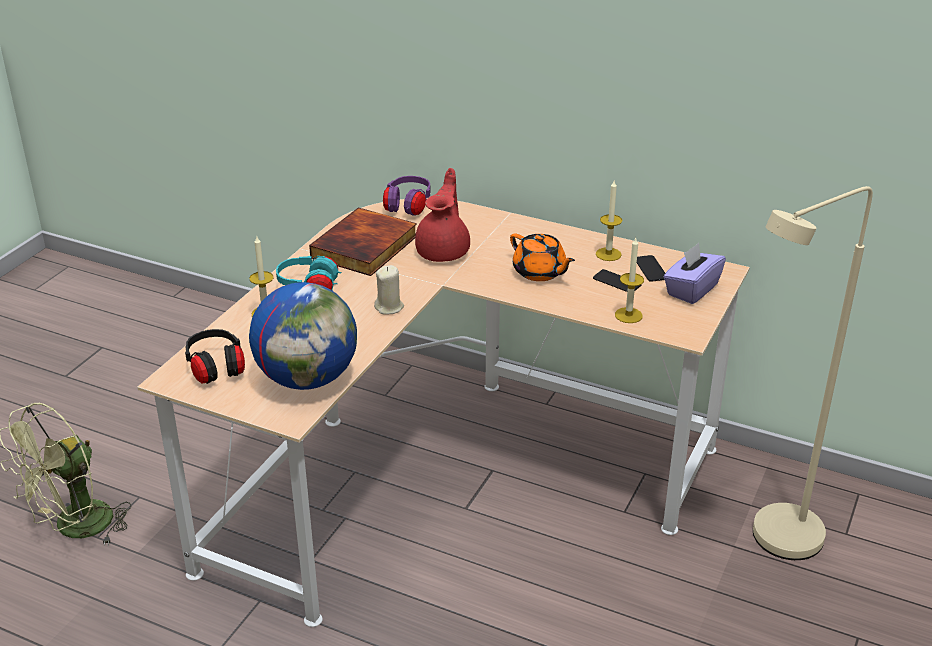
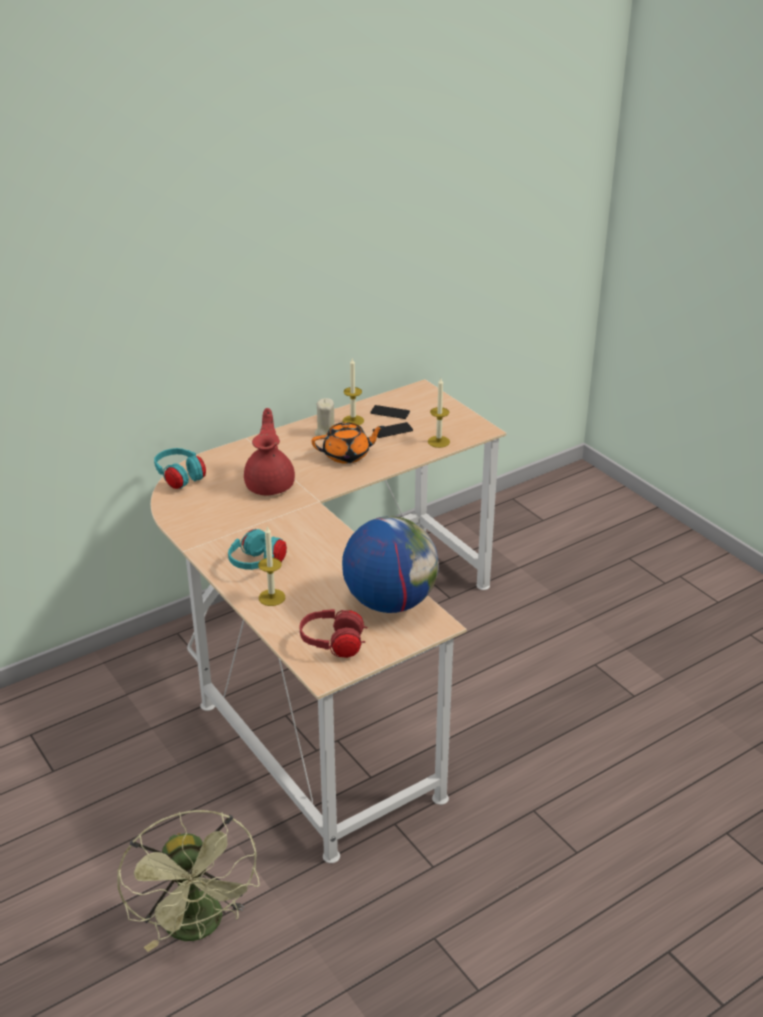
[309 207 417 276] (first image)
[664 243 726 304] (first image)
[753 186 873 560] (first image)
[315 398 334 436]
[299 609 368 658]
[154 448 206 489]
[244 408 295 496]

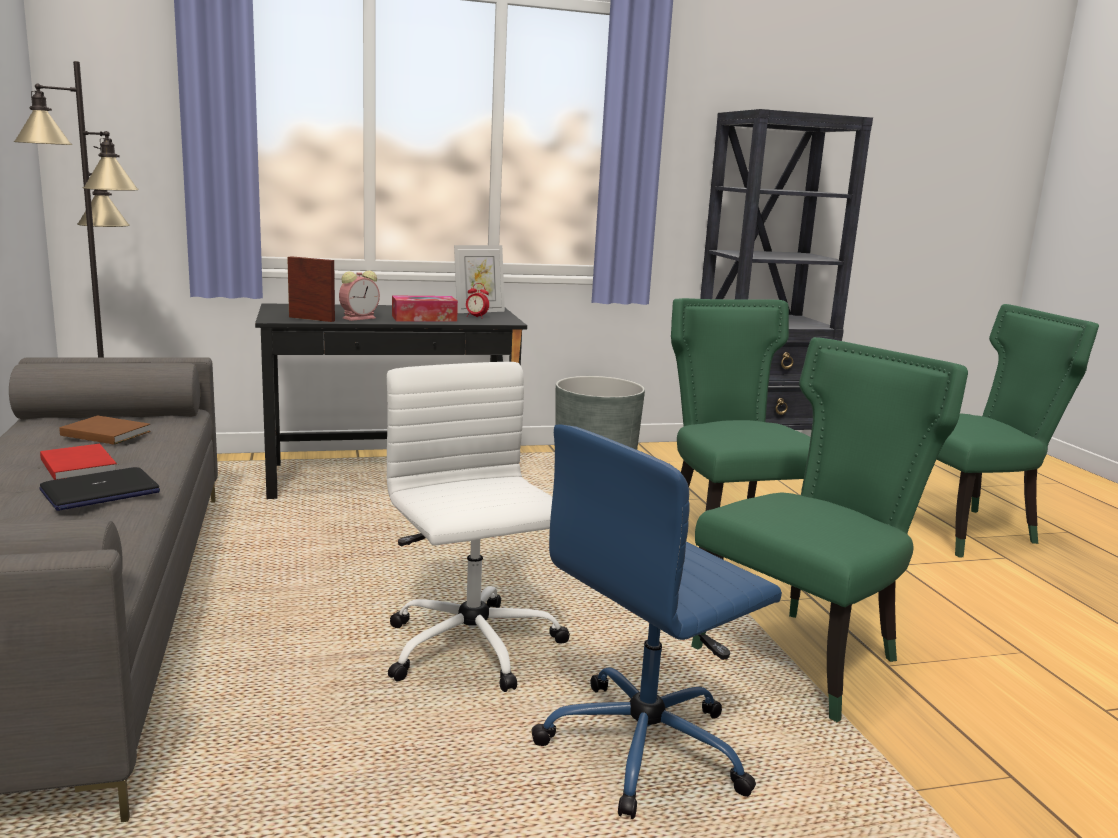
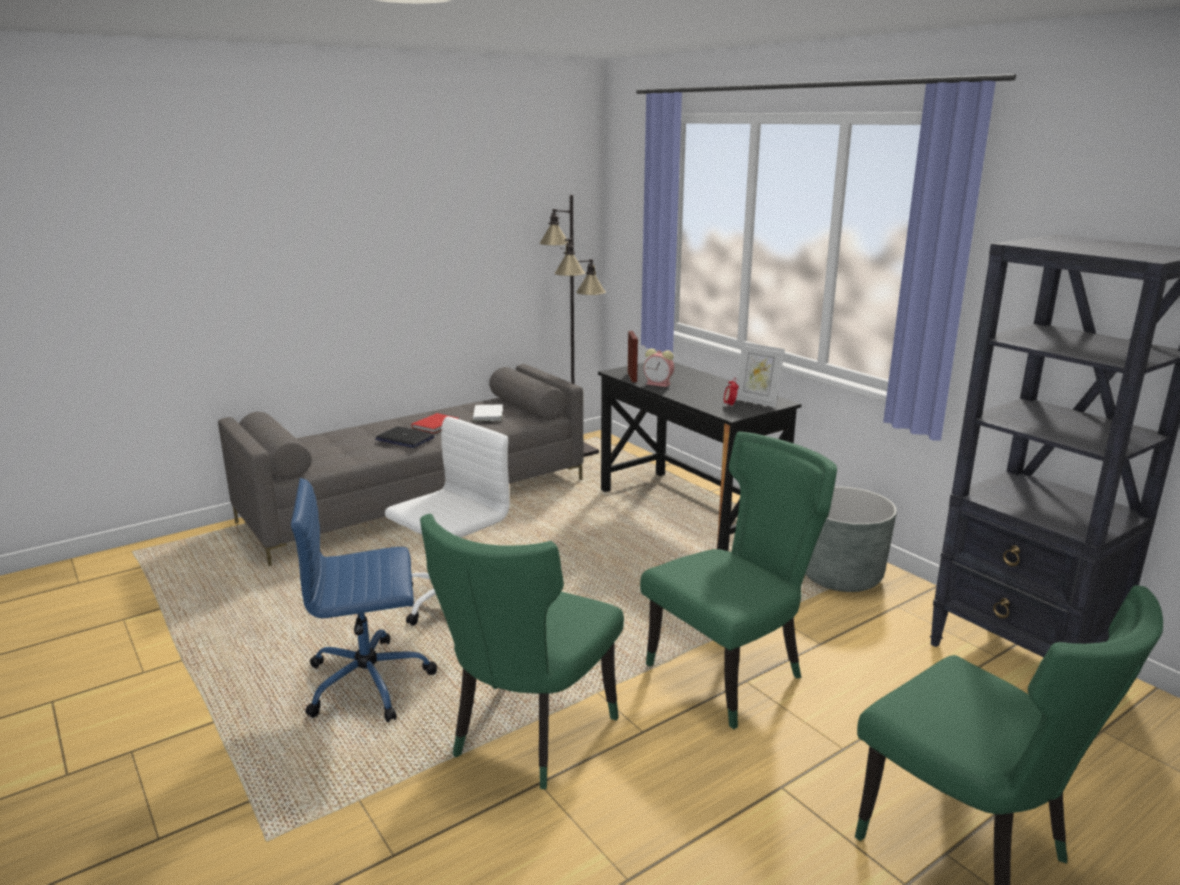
[392 295 458 322] (first image)
[473 404 503 421]
[291 478 437 723]
[420 514 624 789]

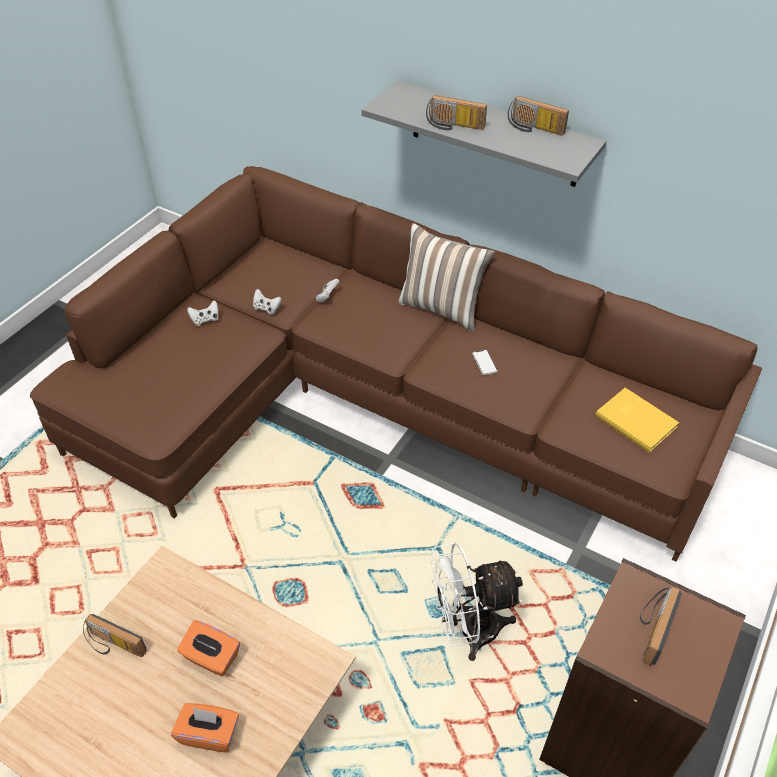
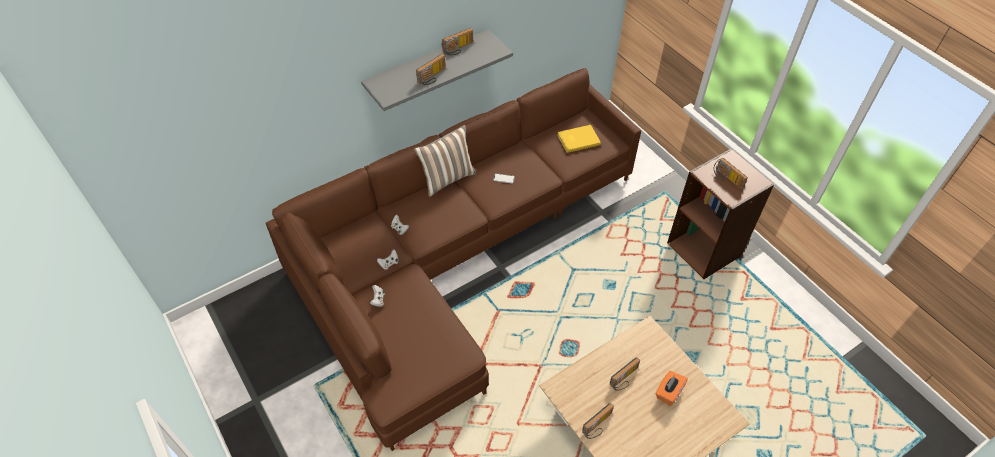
[430 542 523 661] (first image)
[610 357 640 391]

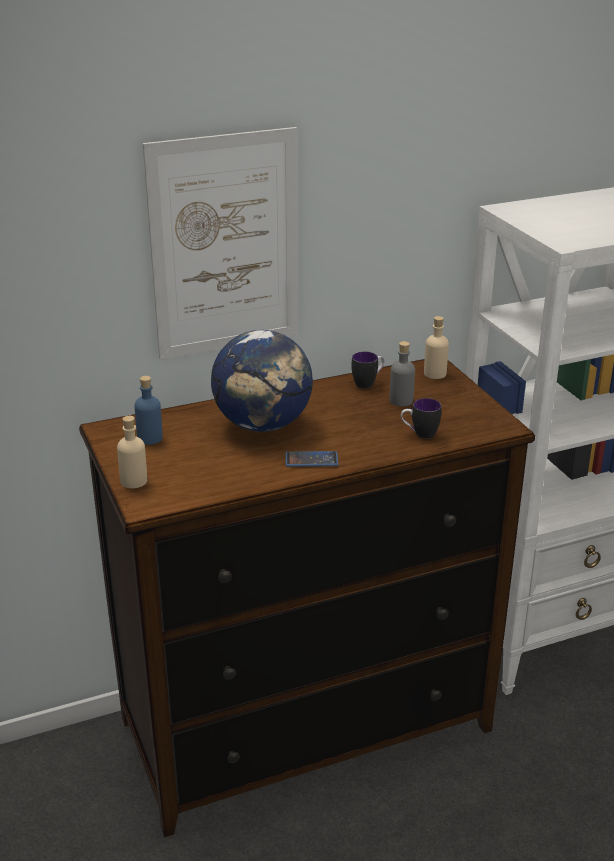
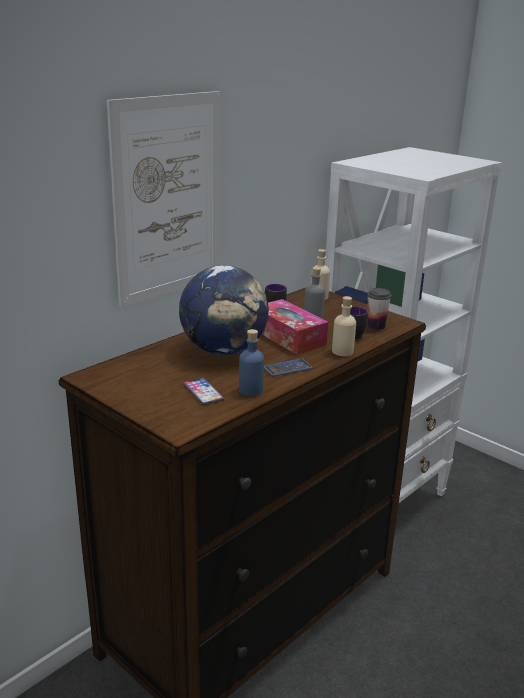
[183 378 224 405]
[262 299 328 355]
[367 288 391 330]
[332 296 356 356]
[239 329 264 396]

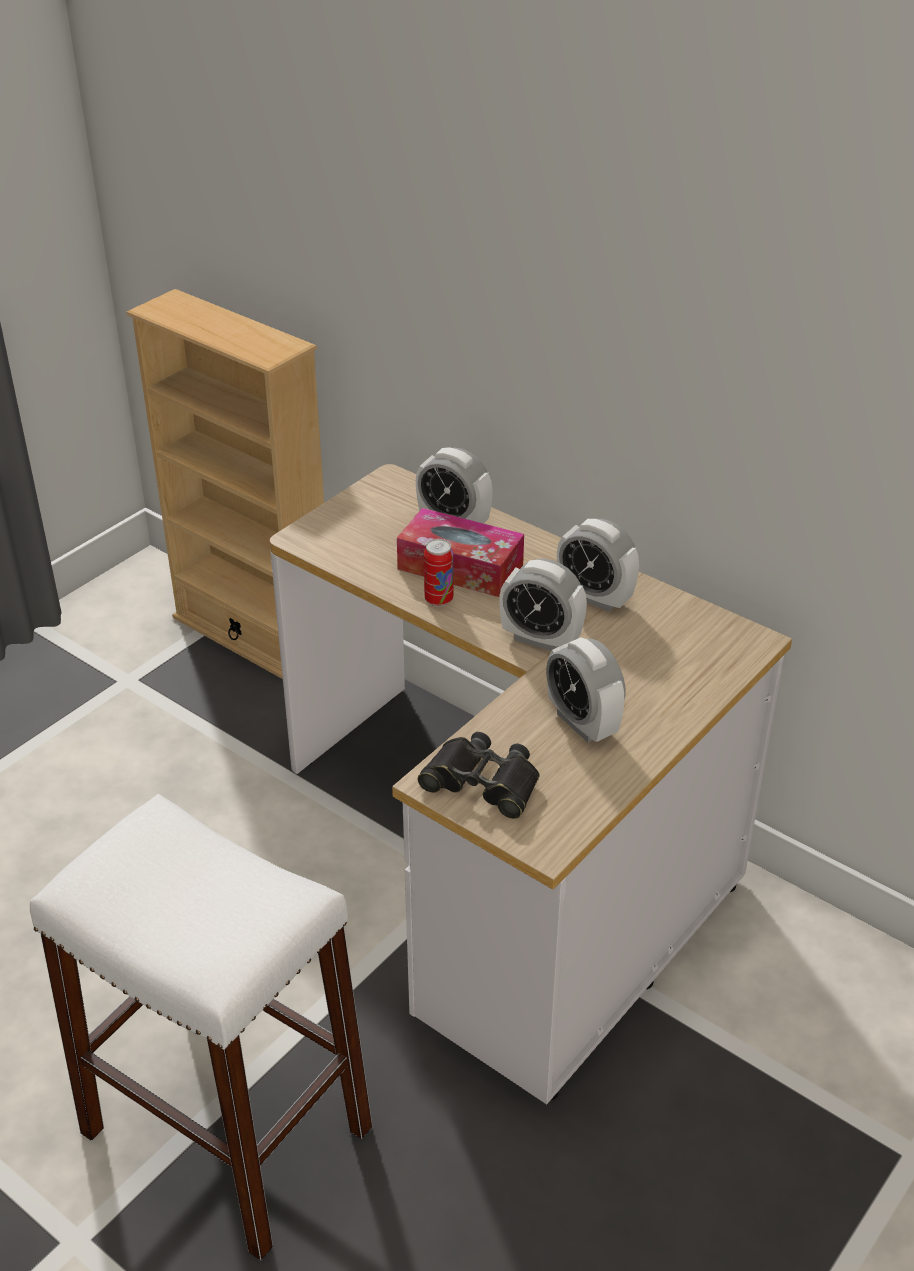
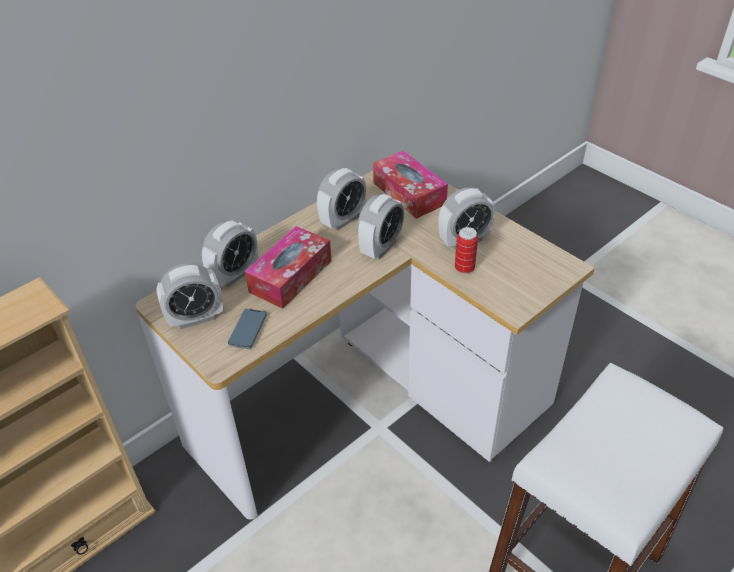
[418 732 540 819] (first image)
[156 263 223 329]
[228 309 267 349]
[373 151 448 219]
[455 227 478 274]

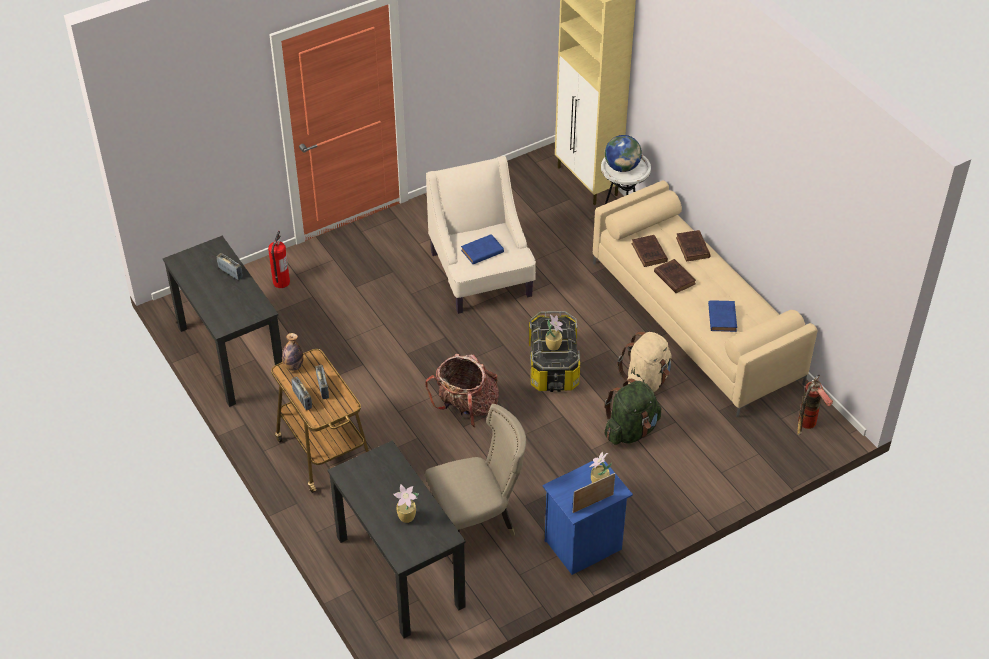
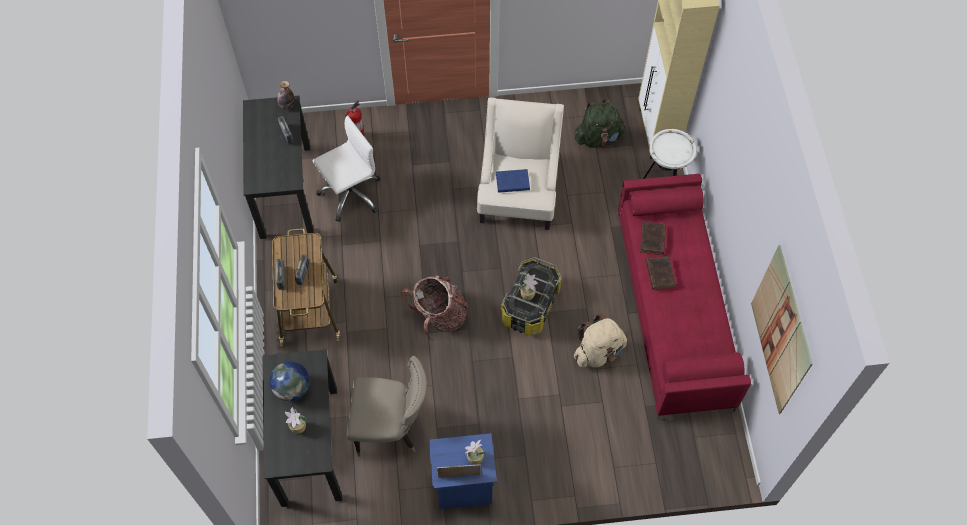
[676 230 710 261] (first image)
[708 300 737 332] (first image)
[797 375 833 436] (first image)
[313 115 380 222]
[751 245 813 414]
[277 81 295 110]
[575 99 626 148]
[269 361 310 401]
[618 174 751 420]

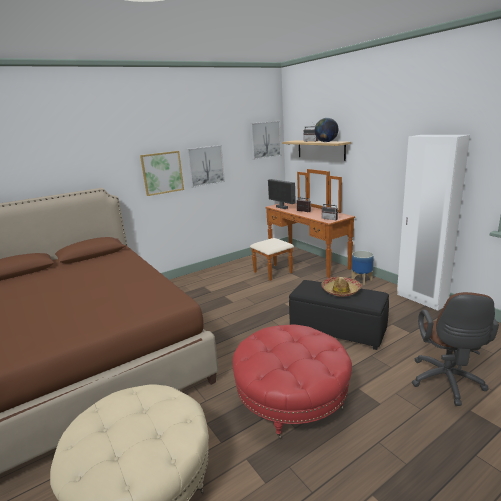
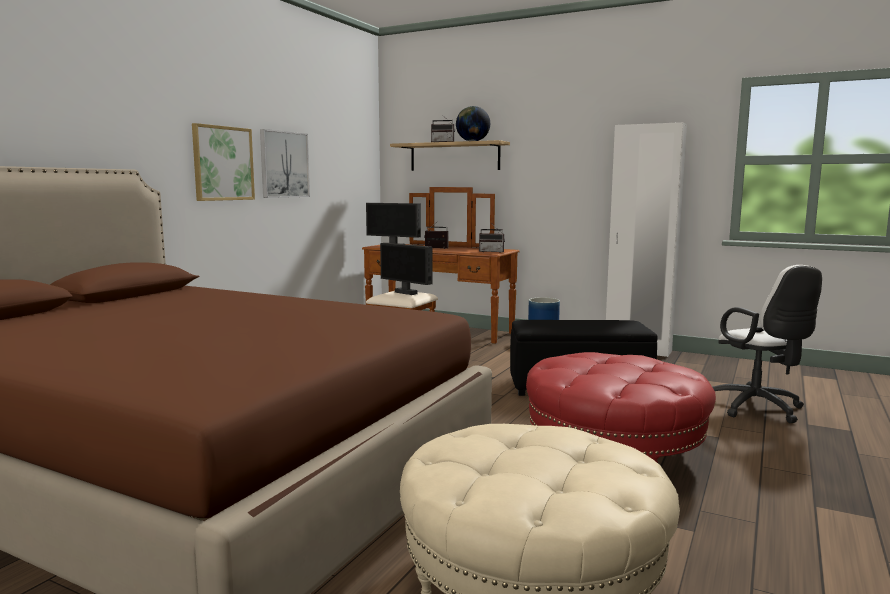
[250 121 281 160] (first image)
[321 277 361 297] (first image)
[380 243 433 295]
[712 265 822 423]

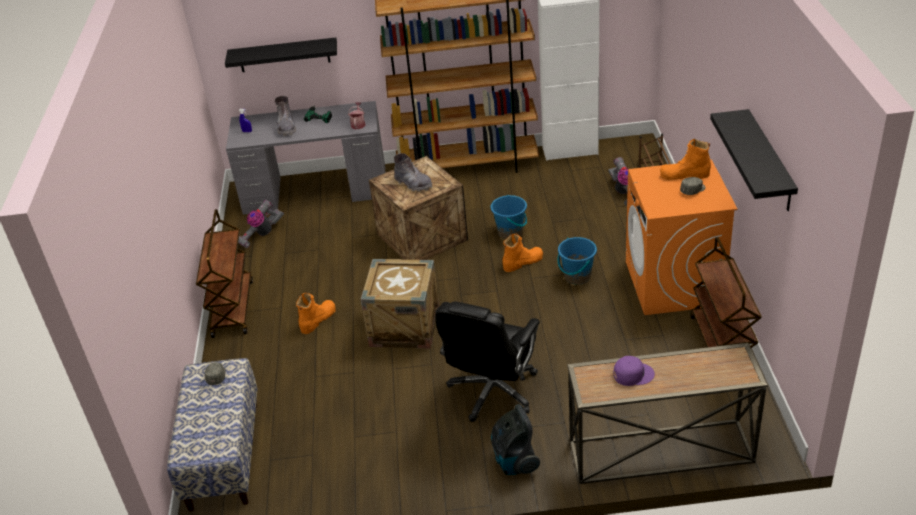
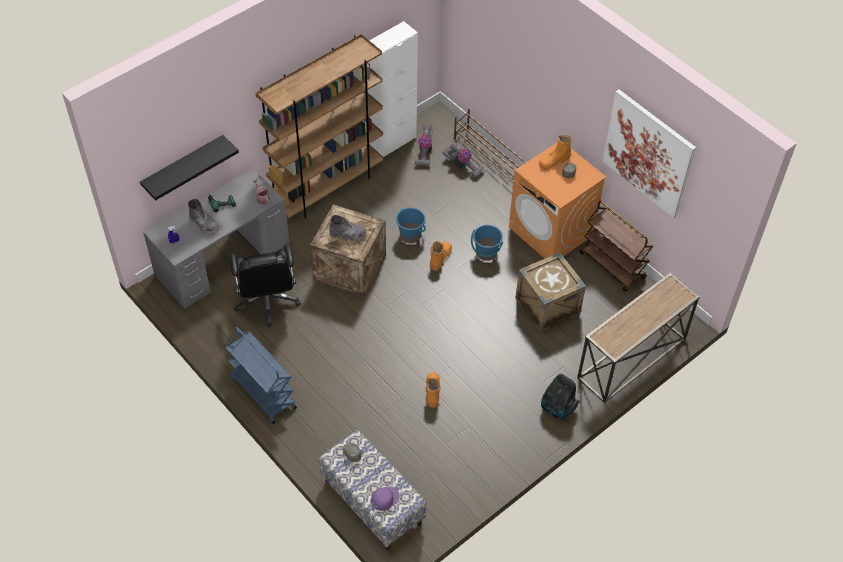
[415 125 433 166]
[426 372 441 408]
[516 252 586 332]
[229 244 301 327]
[371 486 399 511]
[602 89 696 218]
[225 326 297 424]

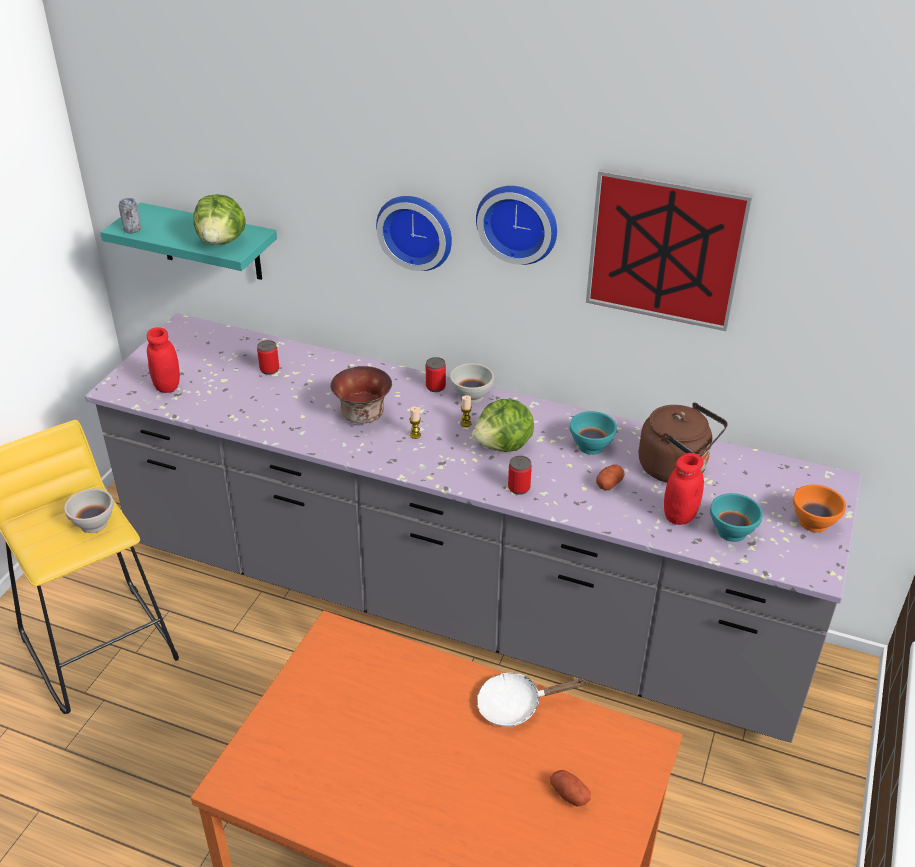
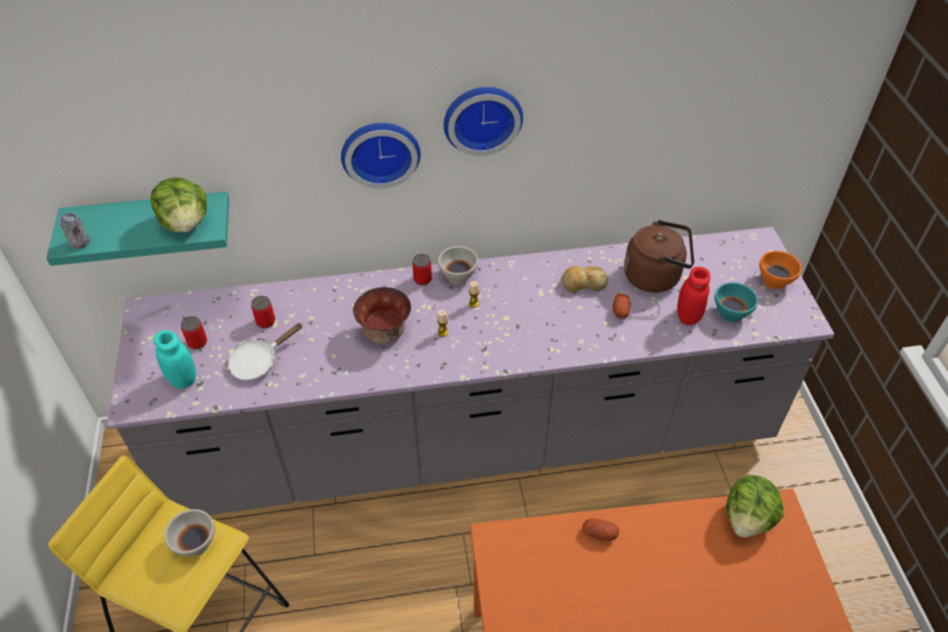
[586 169 753 331] (first image)
[726 475 784 538]
[228 323 303 380]
[181 316 207 349]
[583 518 619 541]
[561 266 608 292]
[153 330 196 389]

